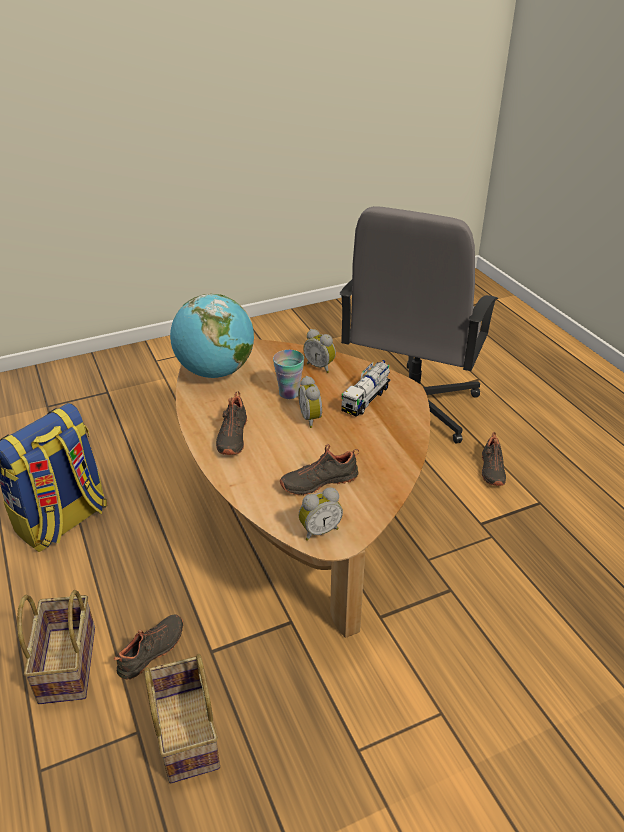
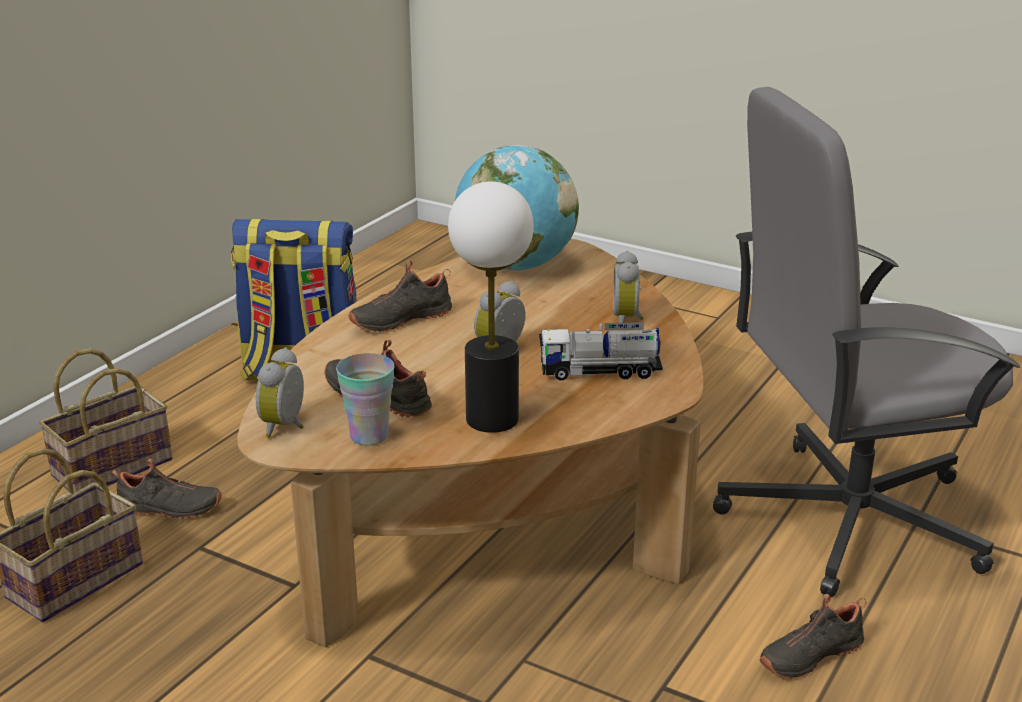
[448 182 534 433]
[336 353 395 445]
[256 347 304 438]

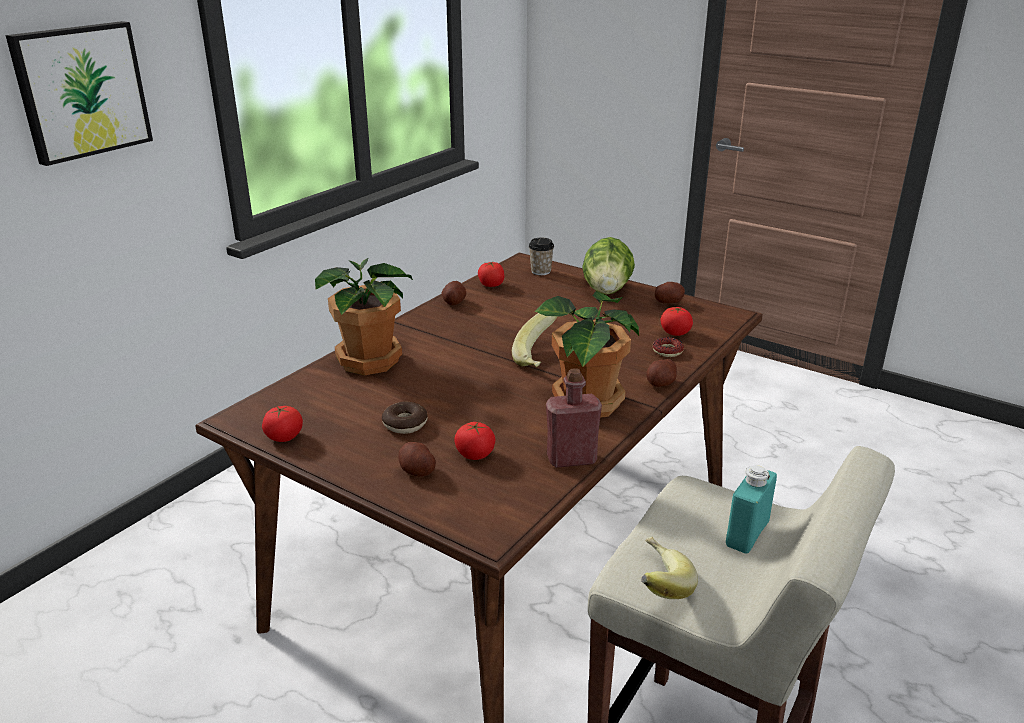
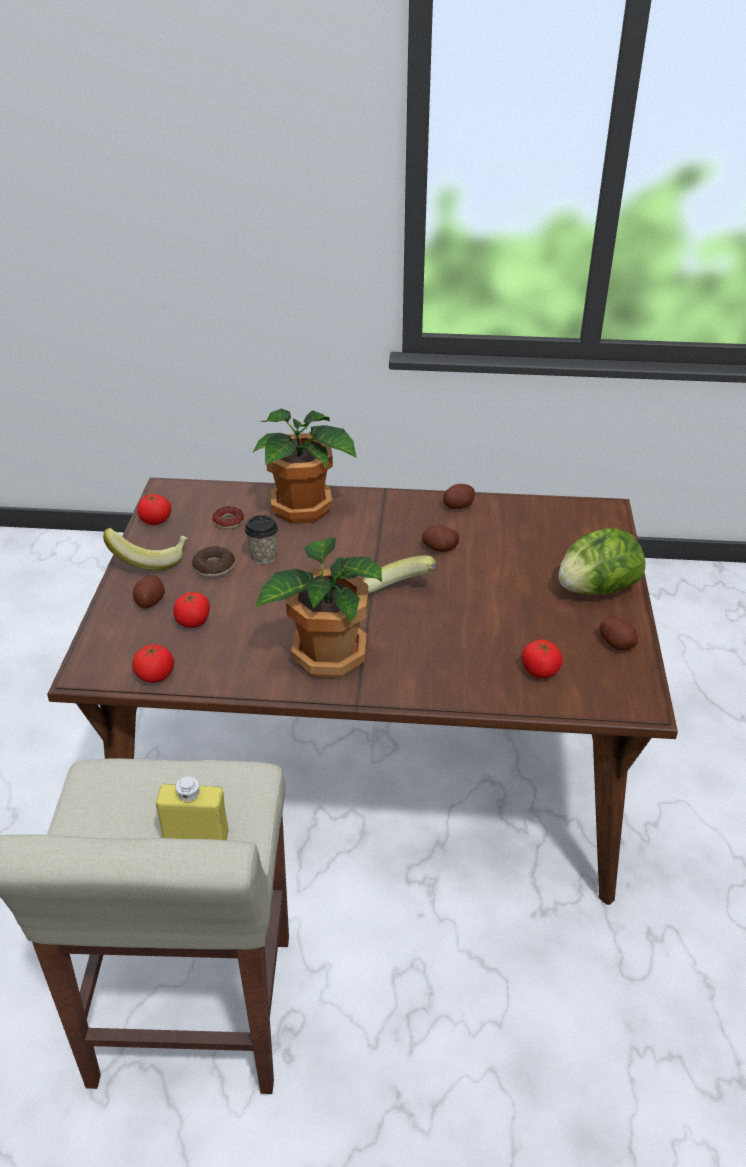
[6 21 153 166] (first image)
[546 368 602 468] (first image)
[132 644 174 683]
[245 515 278 564]
[103 528 188 571]
[422 525 459 552]
[212 506 244 529]
[156 776 228 840]

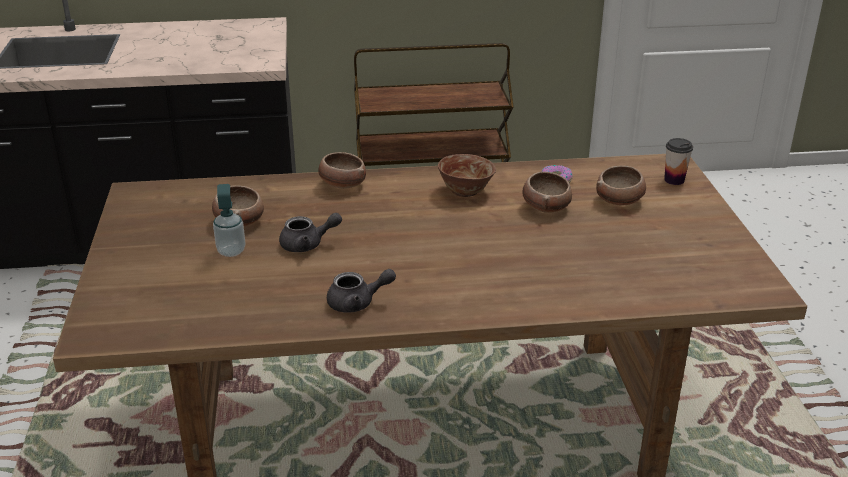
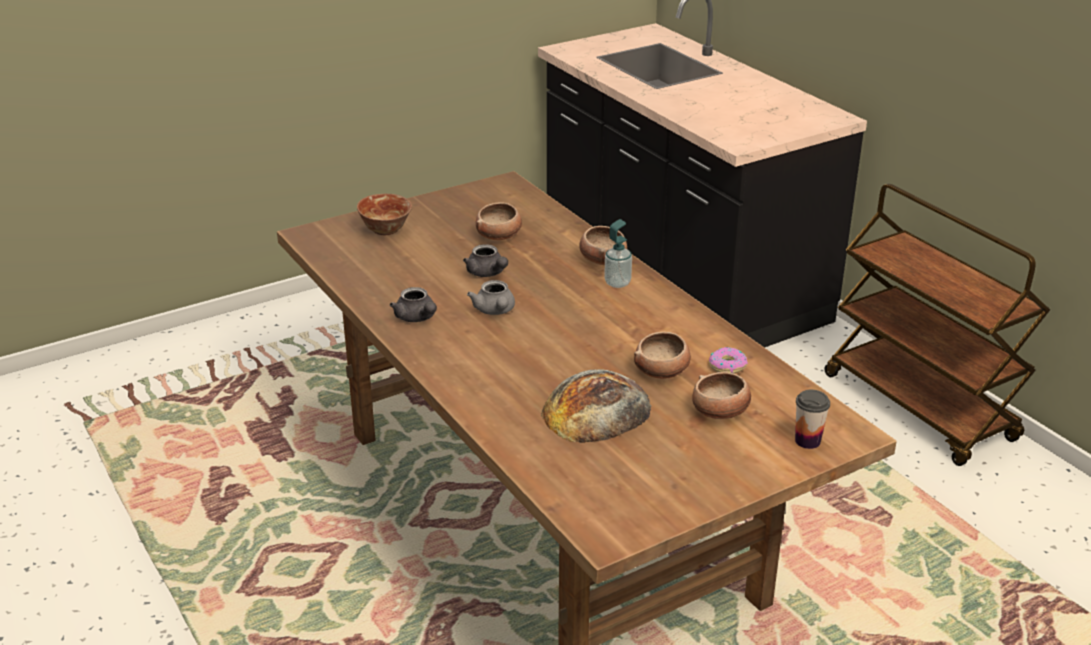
[467 280 515 315]
[541 369 651 443]
[604 219 632 288]
[357 194 412 235]

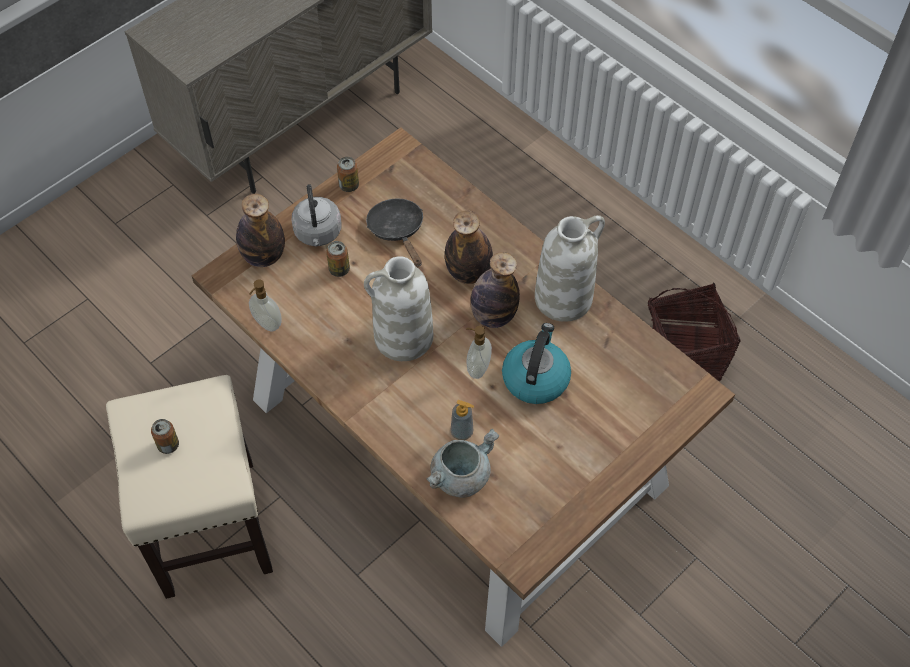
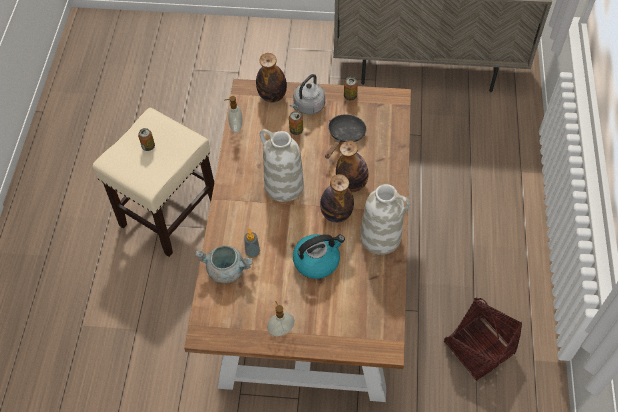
[267 301 295 337]

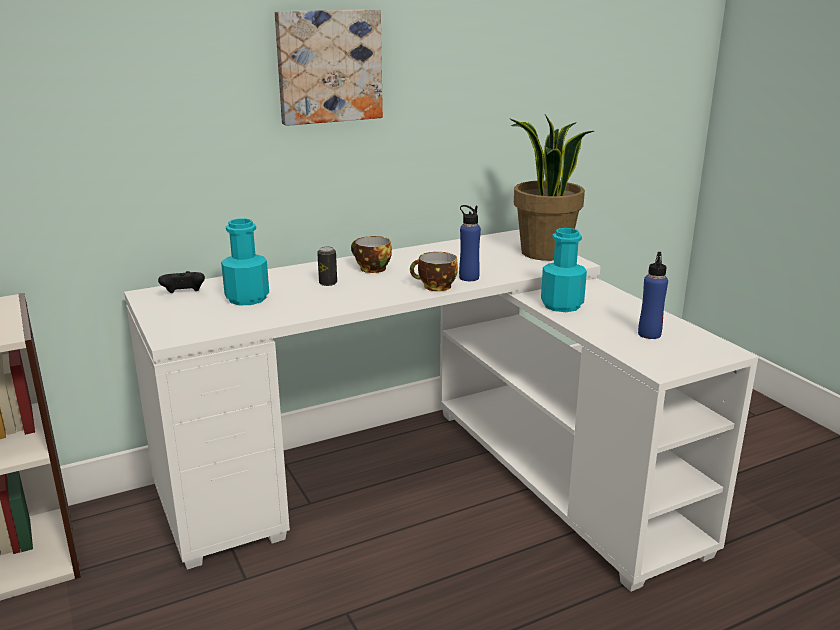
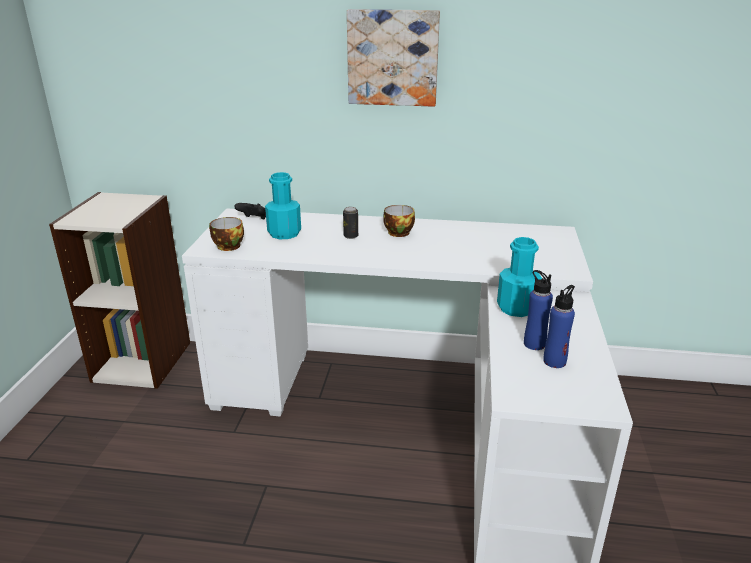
[509 114 594 261] (first image)
[209 217 244 251]
[524 270 553 350]

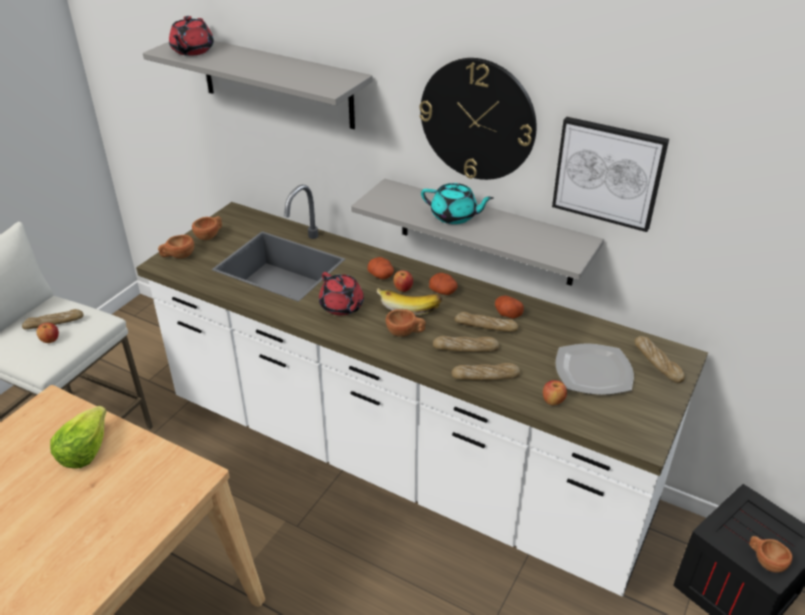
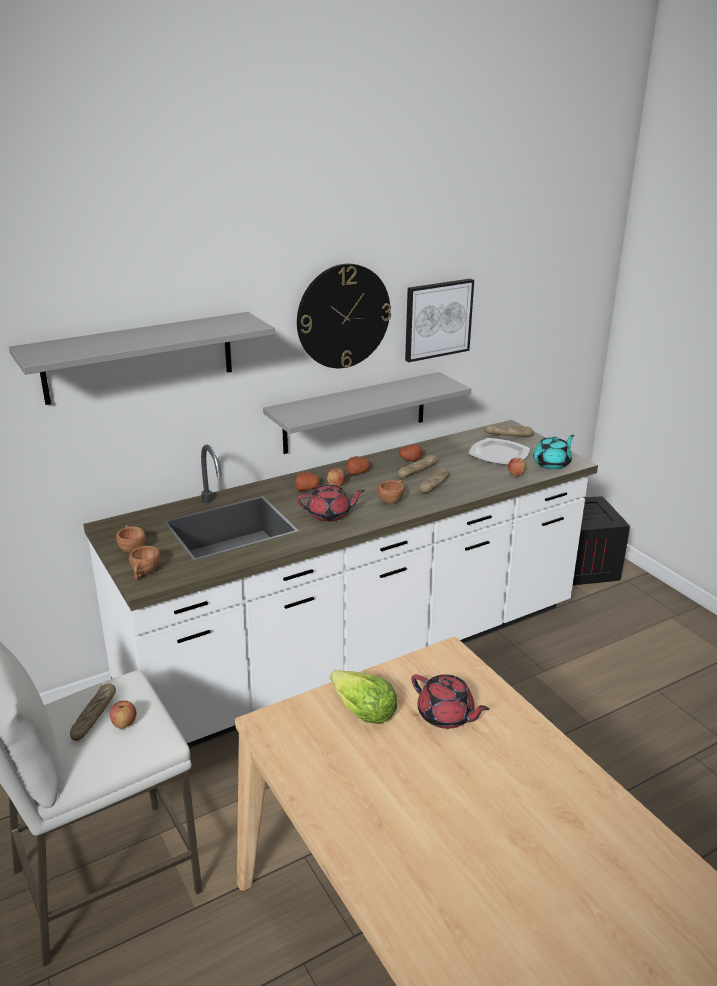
[377 288 442 315] (first image)
[451 363 520 380] (first image)
[749 536 792 573] (first image)
[411 674 489 729]
[533 435 575 470]

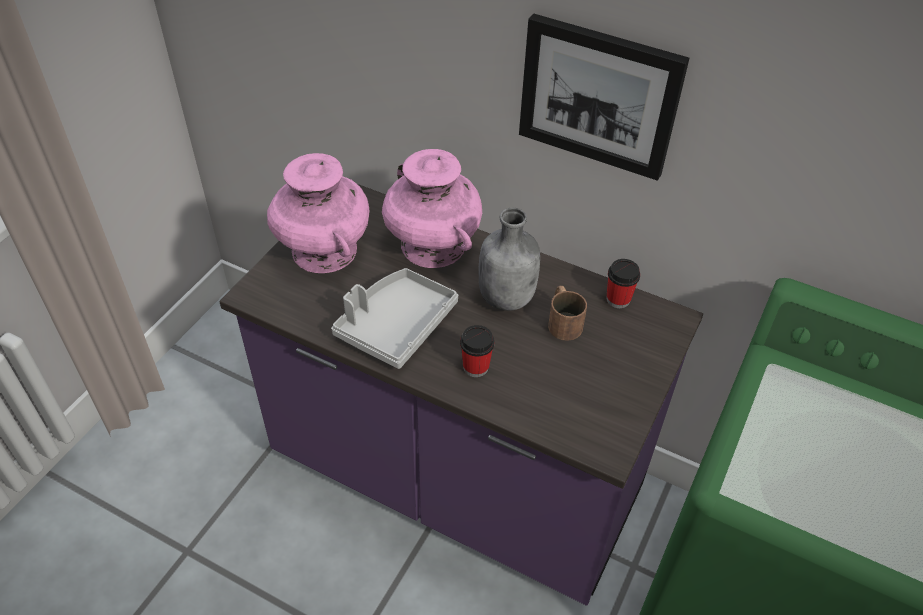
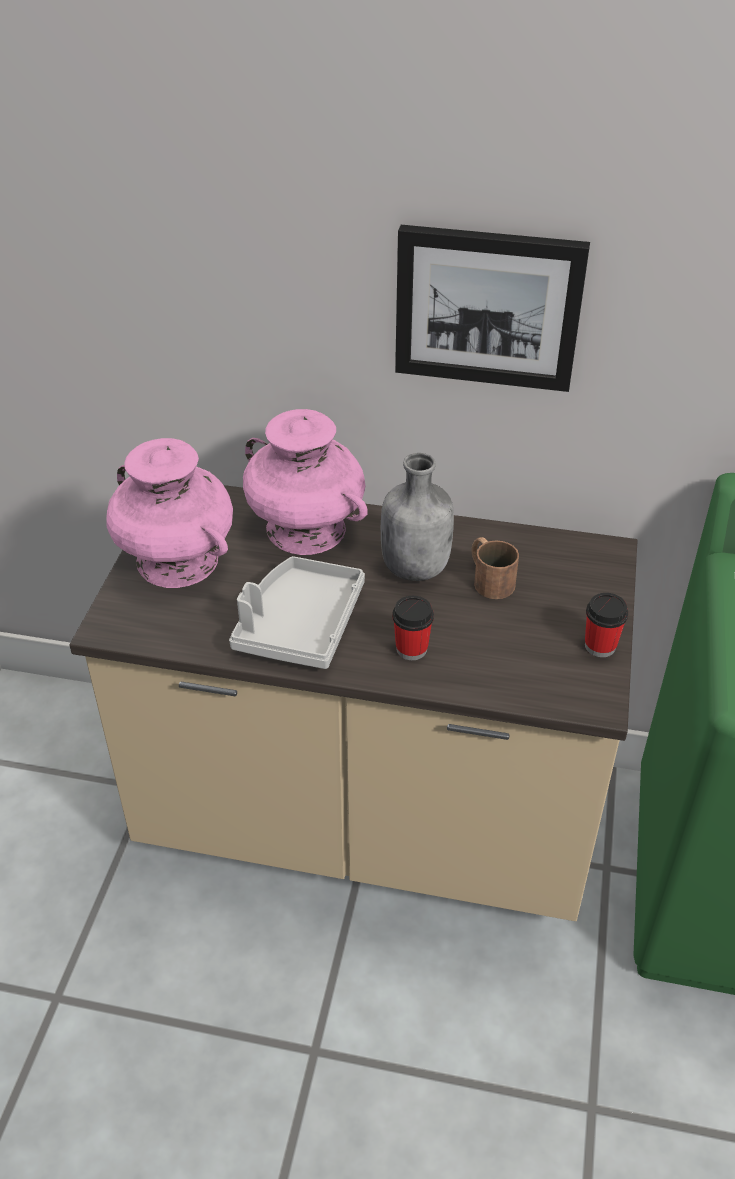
[585 593 628 657]
[70 485 637 921]

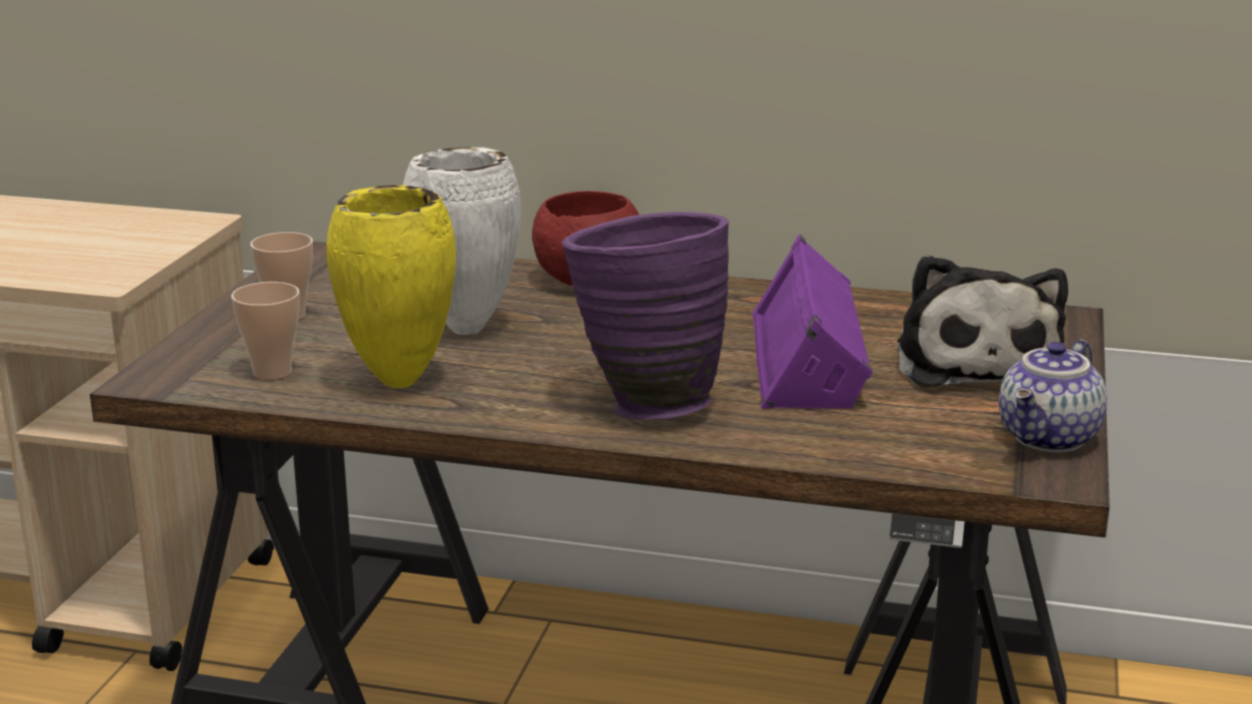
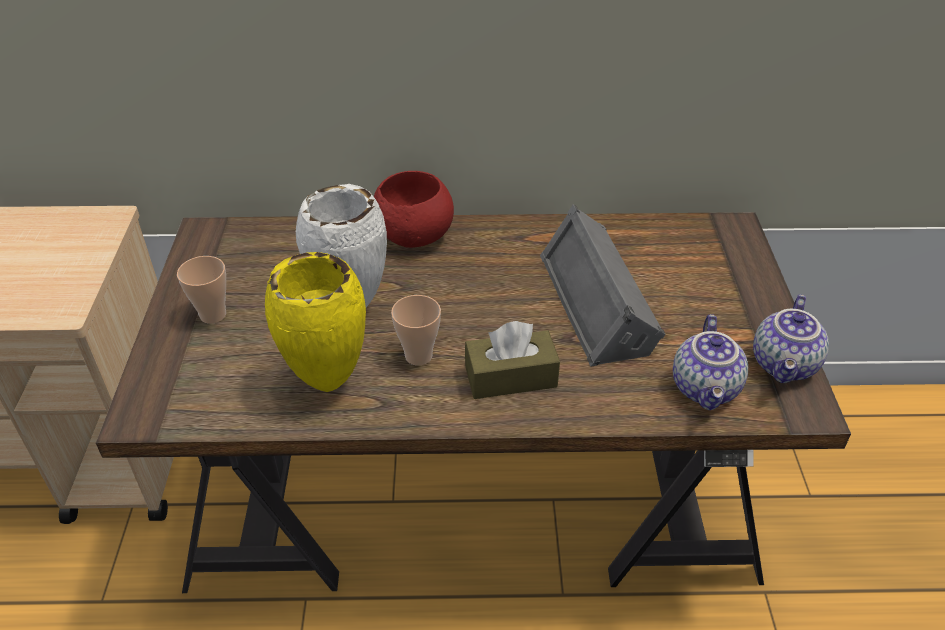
[898 255 1068 387] (first image)
[673 314 748 410]
[391 295 441 366]
[465 321 560 399]
[540 204 666 367]

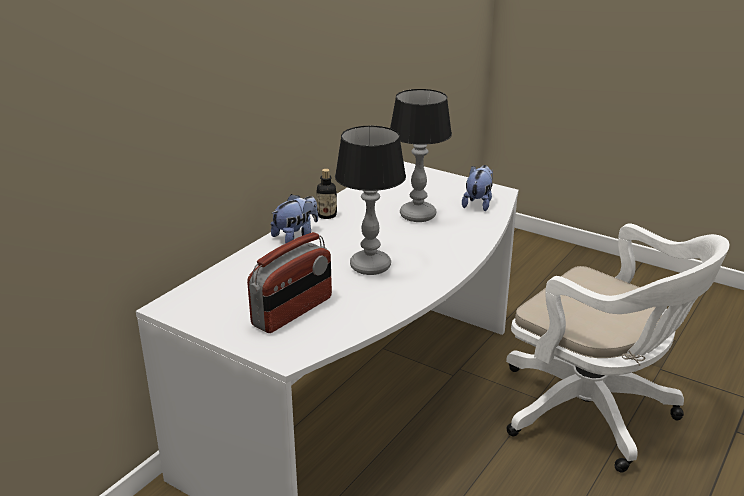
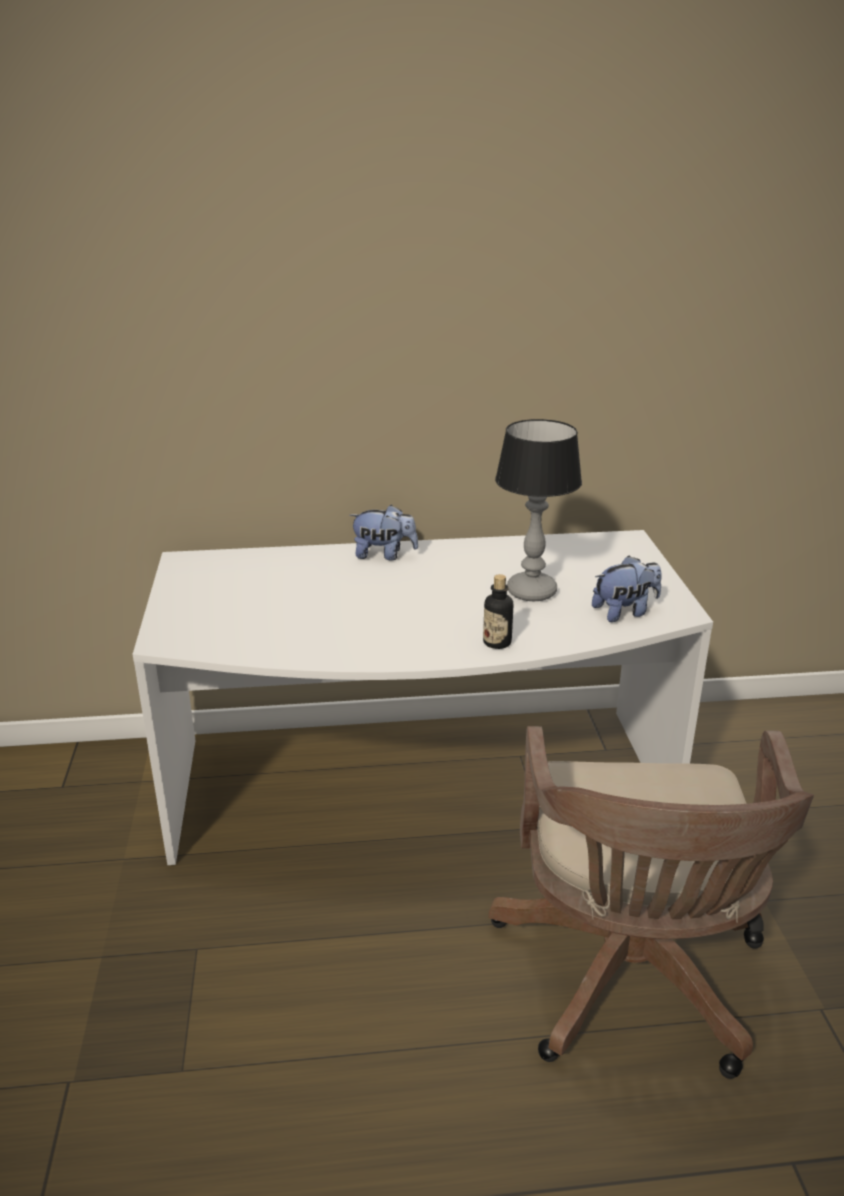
[247 232 332 333] (first image)
[335 126 406 275] (first image)
[483 574 513 649]
[488 726 814 1079]

